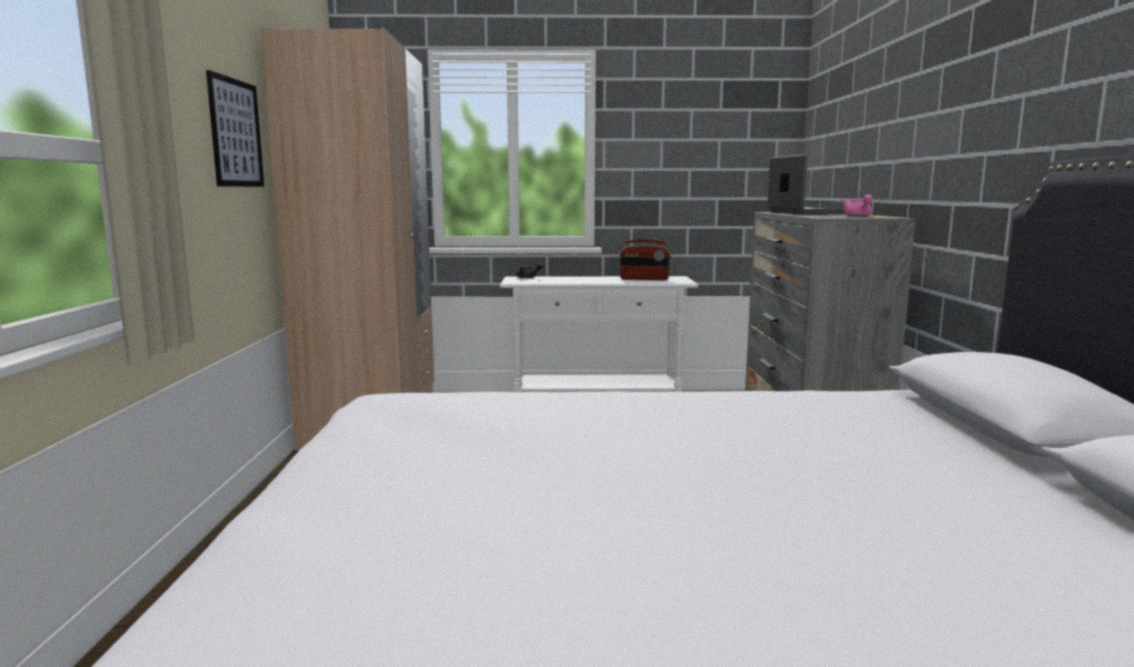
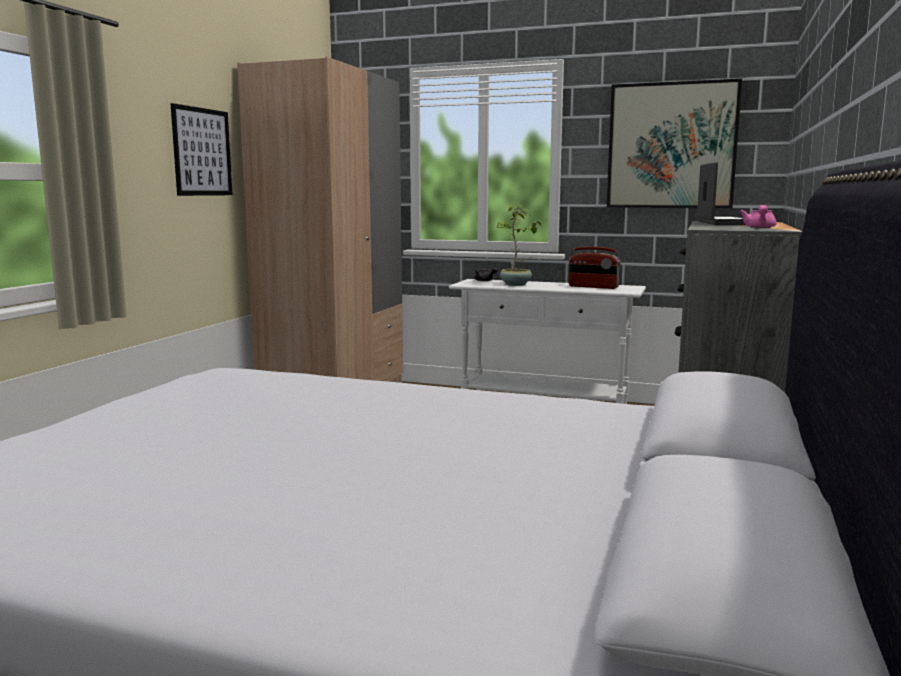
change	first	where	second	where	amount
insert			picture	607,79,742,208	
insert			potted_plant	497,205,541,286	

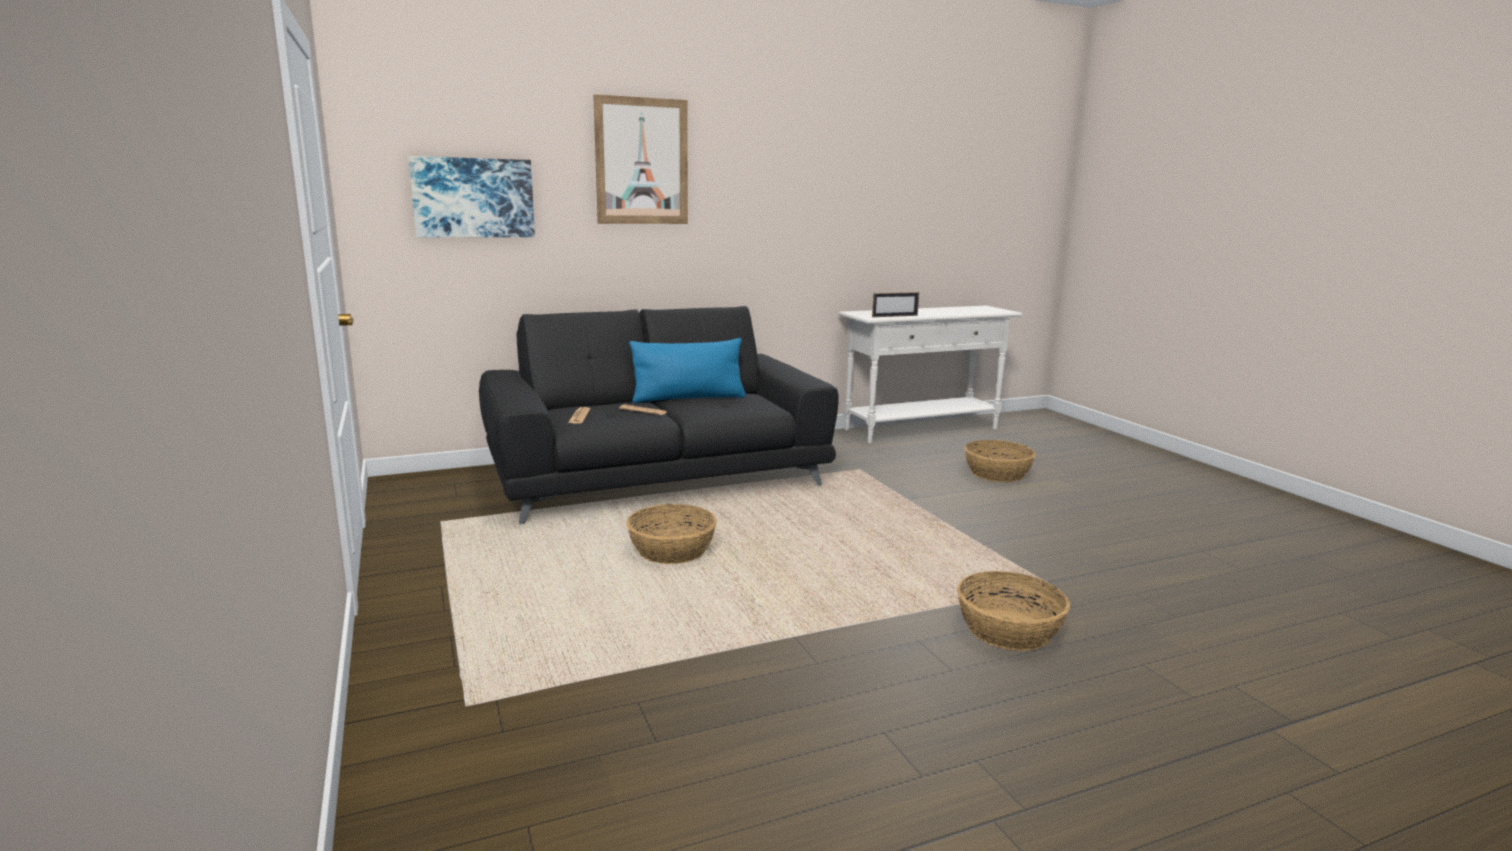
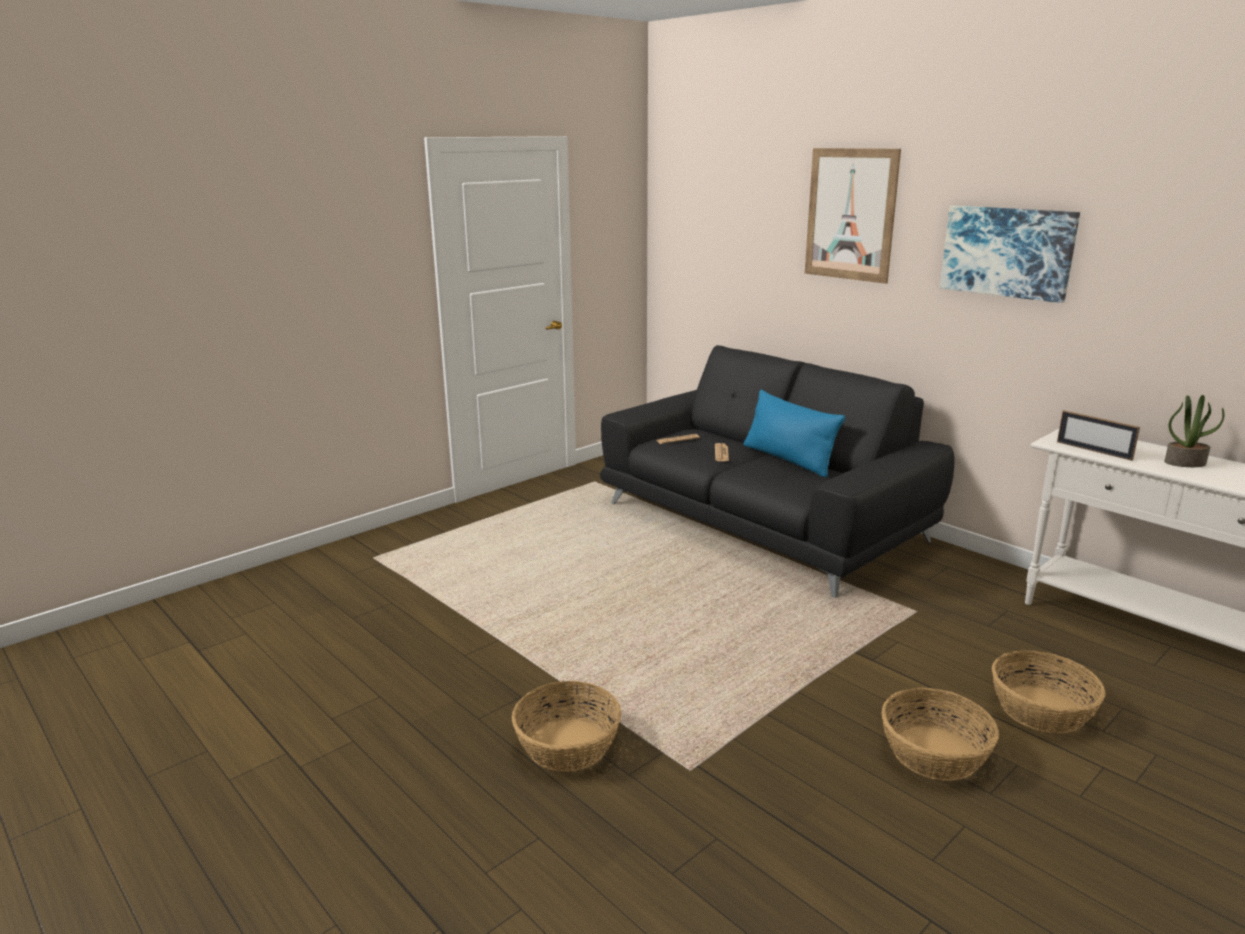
change	first	where	second	where	amount
move	picture	409,156,535,238		940,205,1080,303	
move	basket	627,504,717,564		881,688,999,781	
insert			potted_plant	1164,395,1224,467	

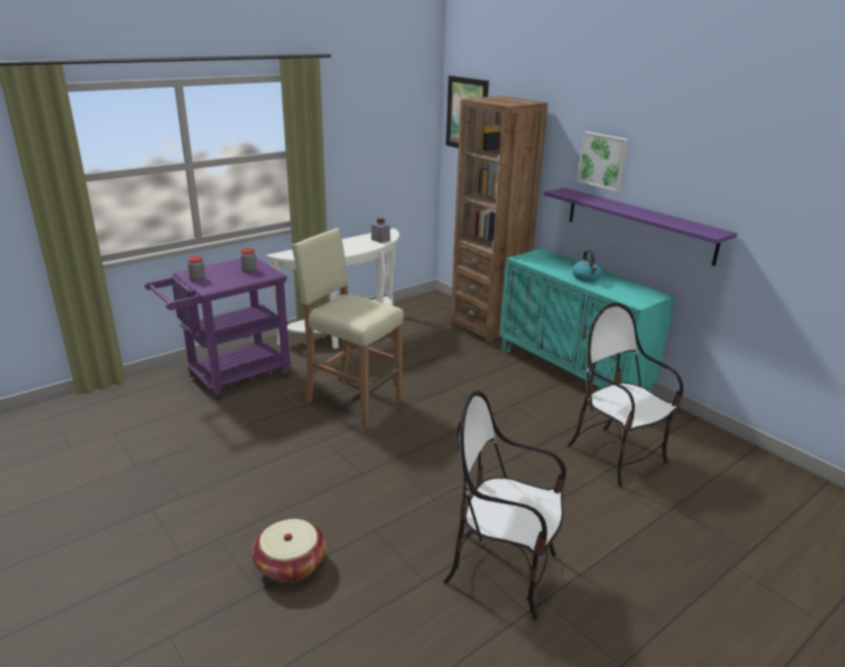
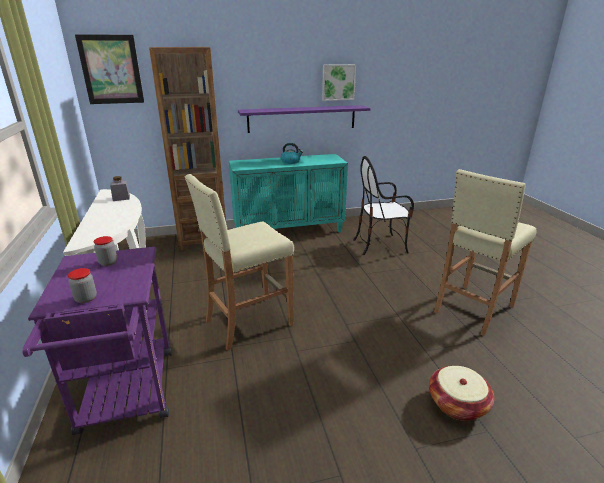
change	first	where	second	where	amount
move	picture	577,132,629,191		322,64,356,101	
replace	chair	443,391,566,620	beige_stool	434,169,537,336	

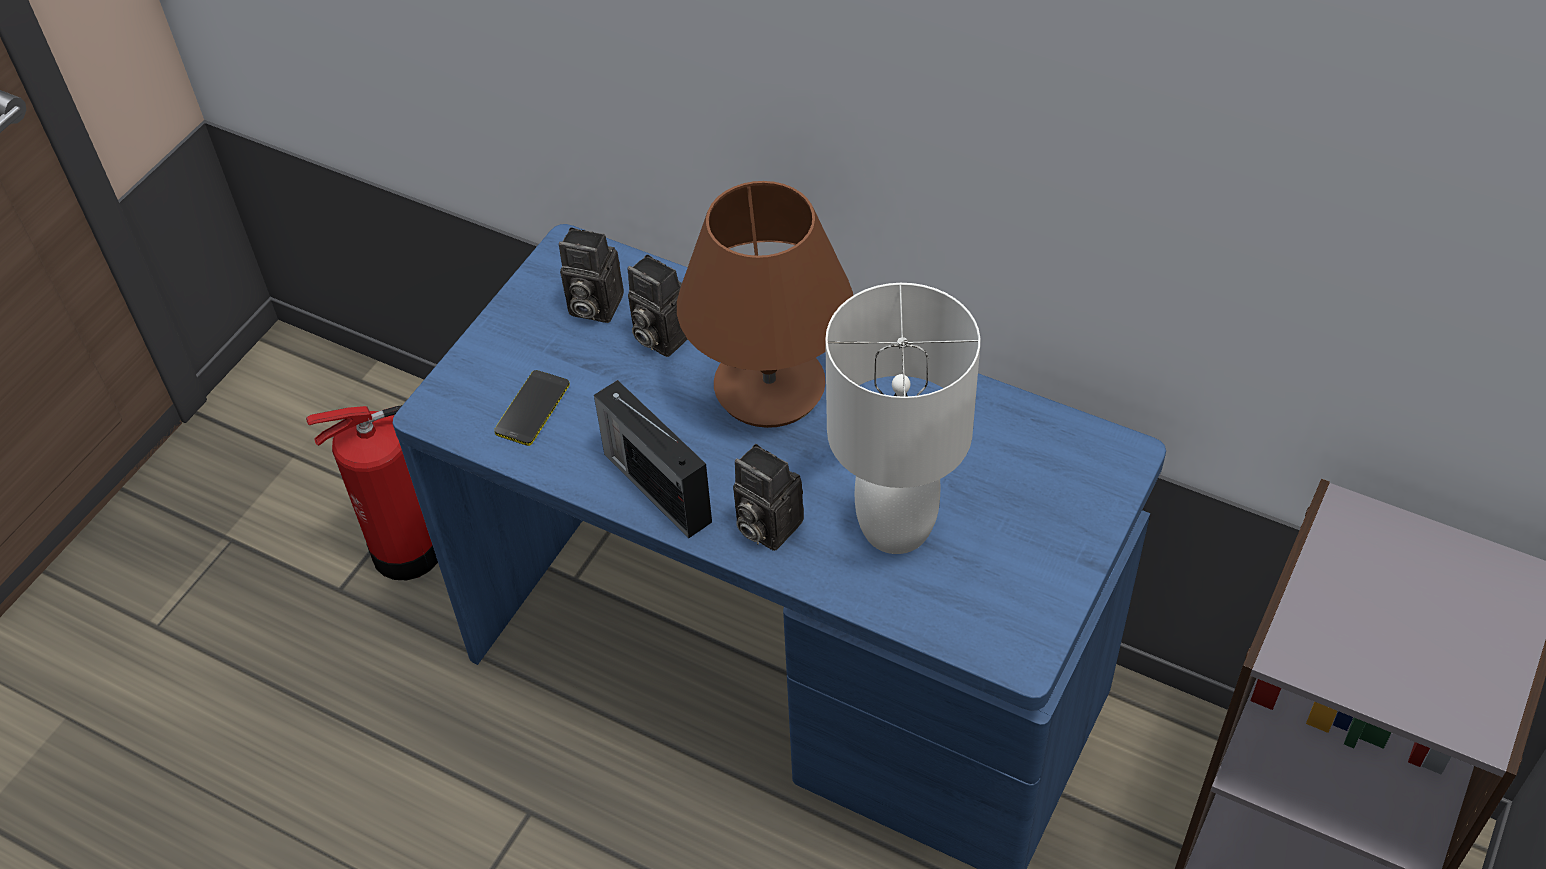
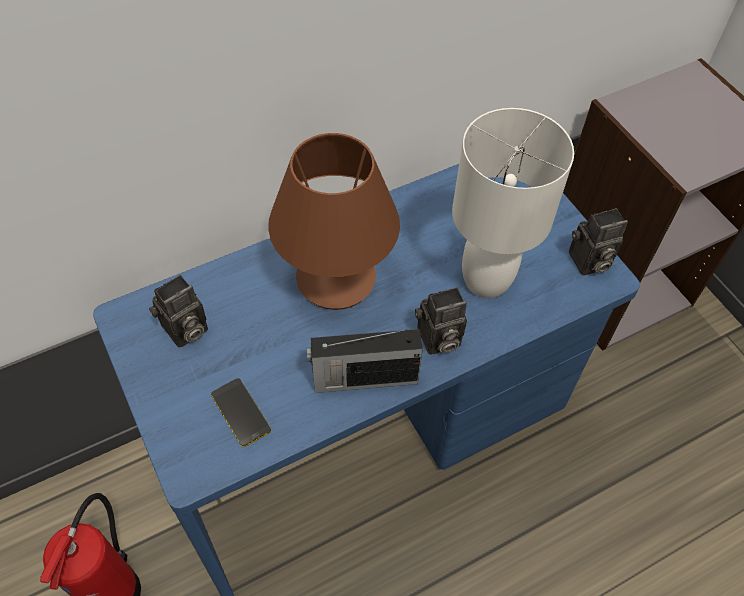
change	first	where	second	where	amount
move	photo_camera	627,254,688,357		569,208,628,275	

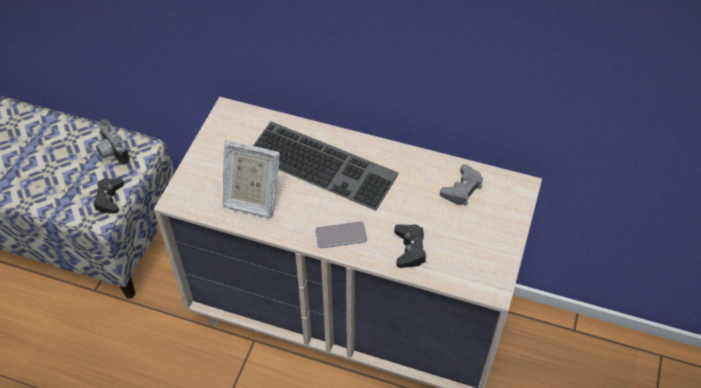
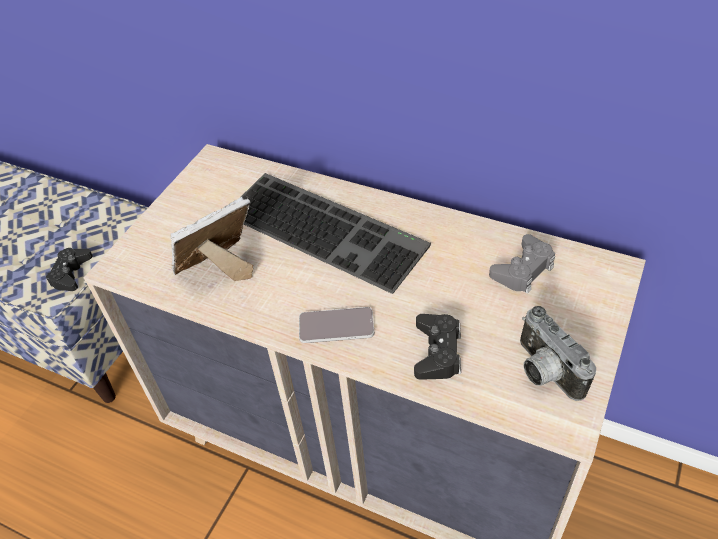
change	first	where	second	where	amount
move	photo_camera	96,119,130,165		520,306,596,401	
rotate	picture_frame	223,140,280,218		170,197,253,281	120 degrees clockwise

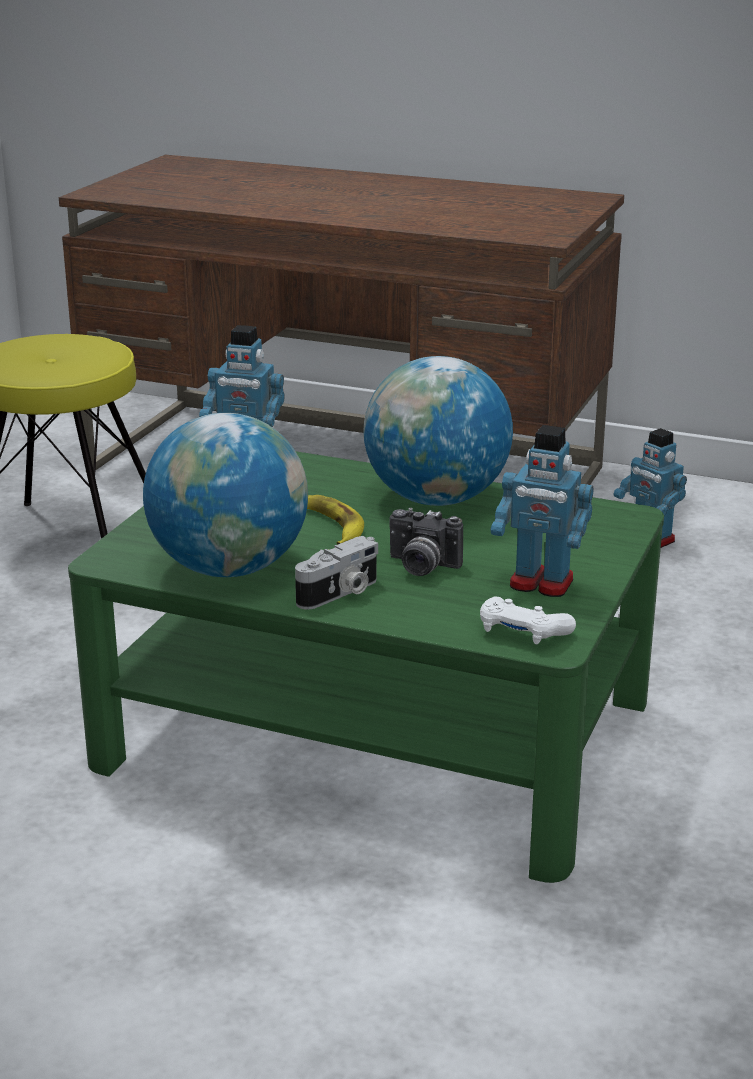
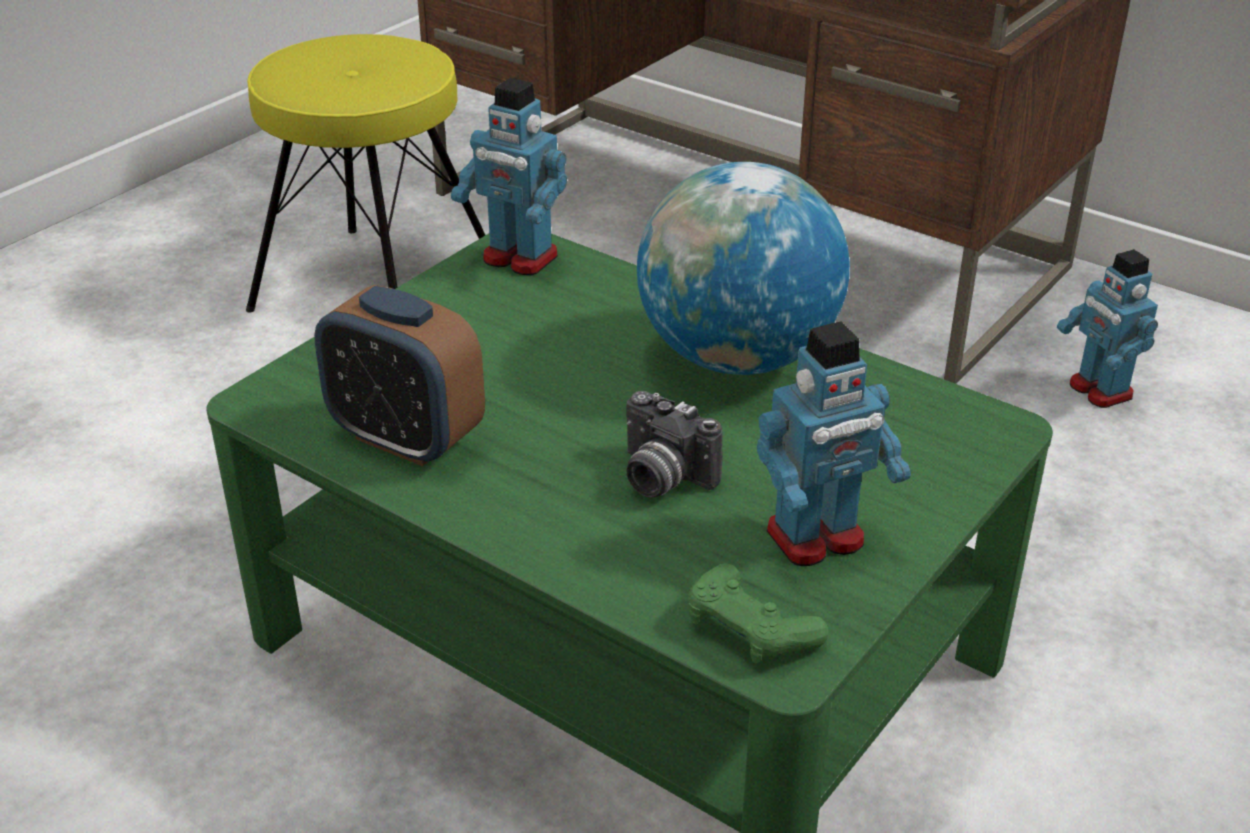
change	first	where	second	where	amount
replace	globe	143,413,308,577	alarm_clock	314,285,485,466	
rotate	toy_robot	491,425,594,597		757,322,911,566	60 degrees counterclockwise
delete	banana	307,495,364,545			
delete	photo_camera	295,536,378,610			
recolor	white_game_controller	480,596,576,644	green_game_controller	688,563,829,664	

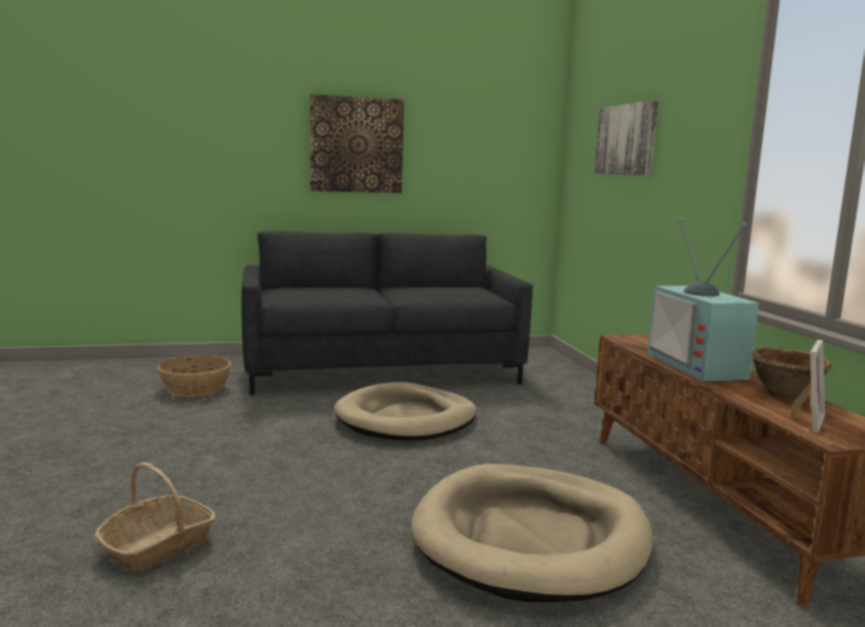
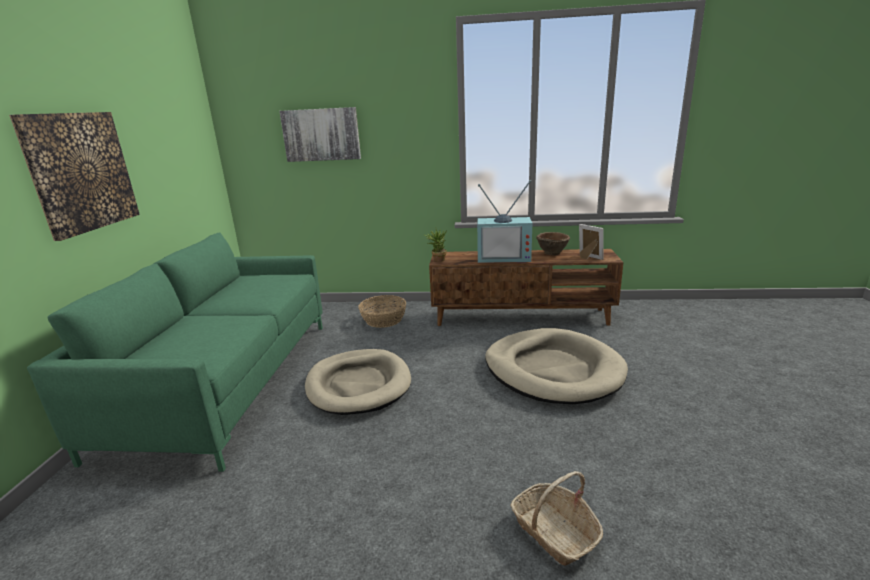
change	first	where	second	where	amount
recolor	grey_sofa	241,231,533,395	green_sofa	27,233,323,472	
move	basket	157,355,231,397		358,295,407,328	
insert			potted_plant	423,229,447,262	

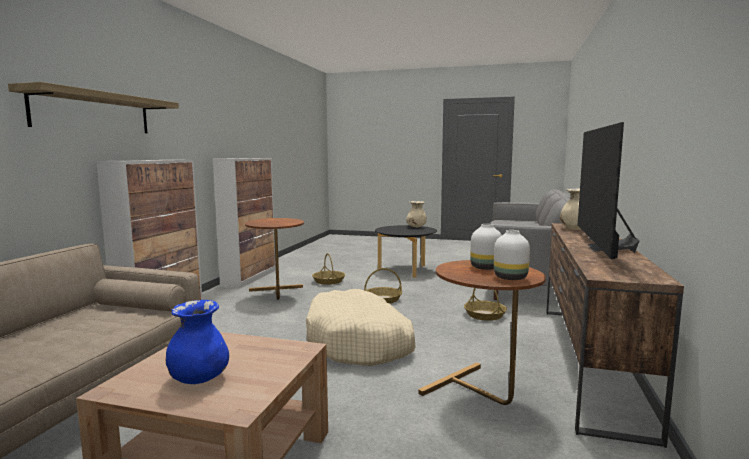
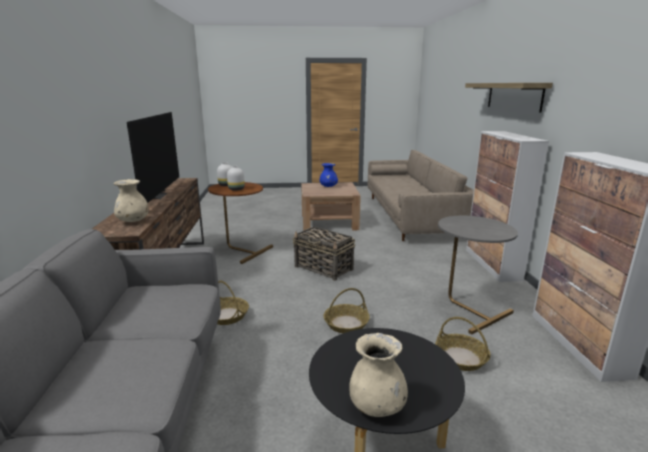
change	first	where	second	where	amount
recolor	brown_side_table	245,218,304,300	grey_side_table	438,216,518,334	
replace	beige_dog_bed	306,289,416,366	basket	292,227,355,281	

